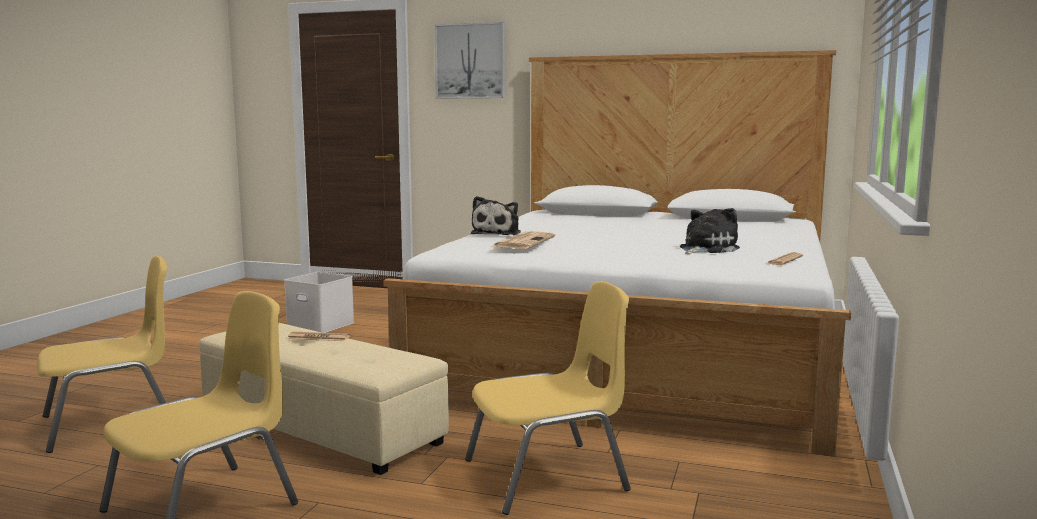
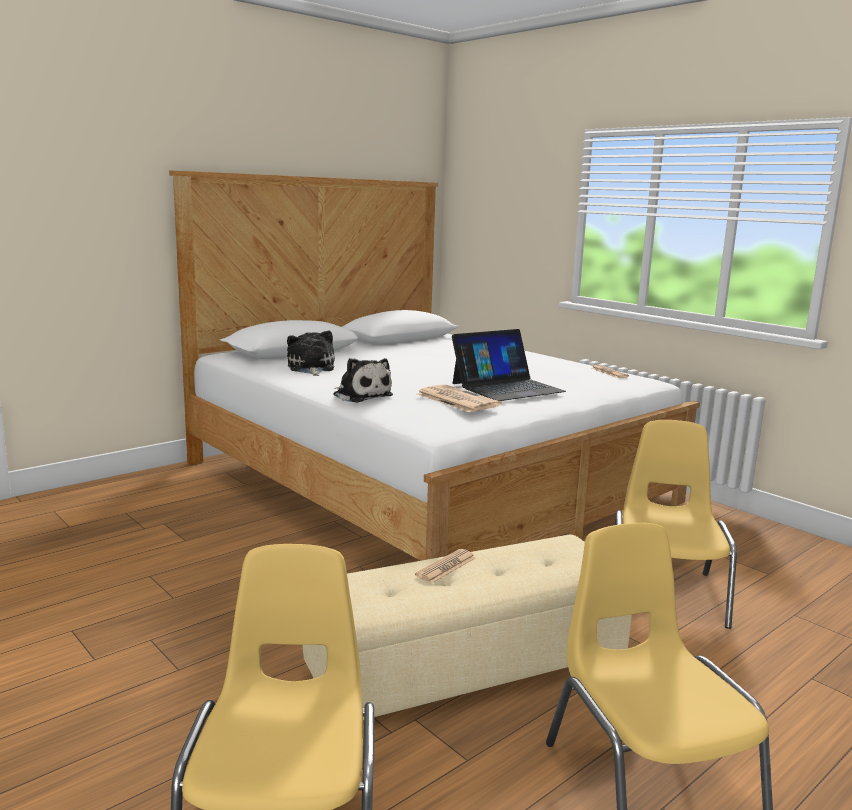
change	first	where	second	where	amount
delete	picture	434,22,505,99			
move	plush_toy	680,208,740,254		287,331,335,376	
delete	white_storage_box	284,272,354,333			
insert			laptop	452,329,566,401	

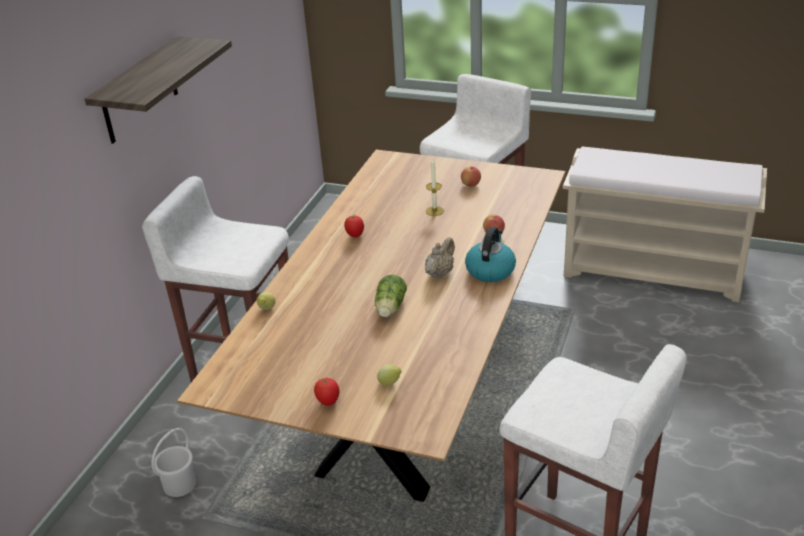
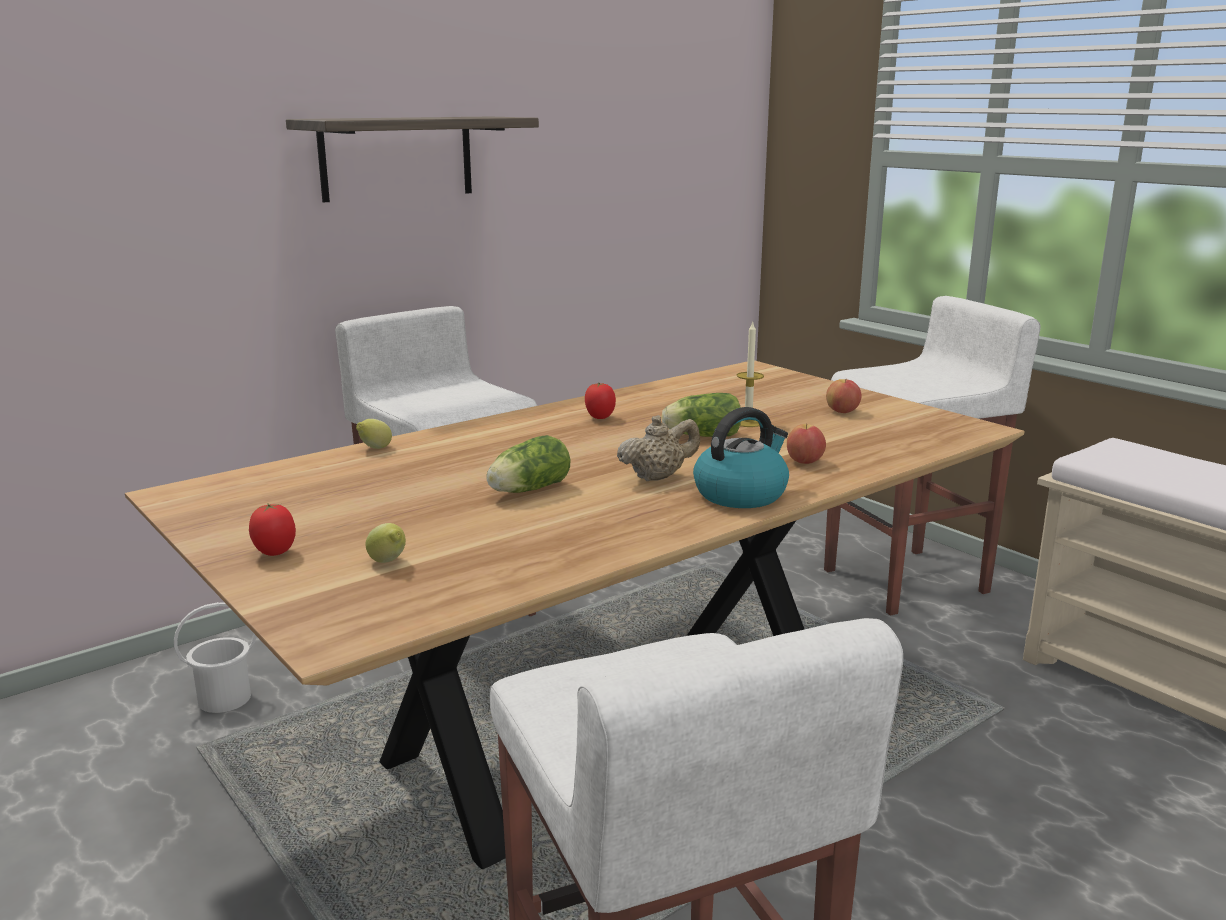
change	first	where	second	where	amount
insert			lettuce	661,393,741,437	

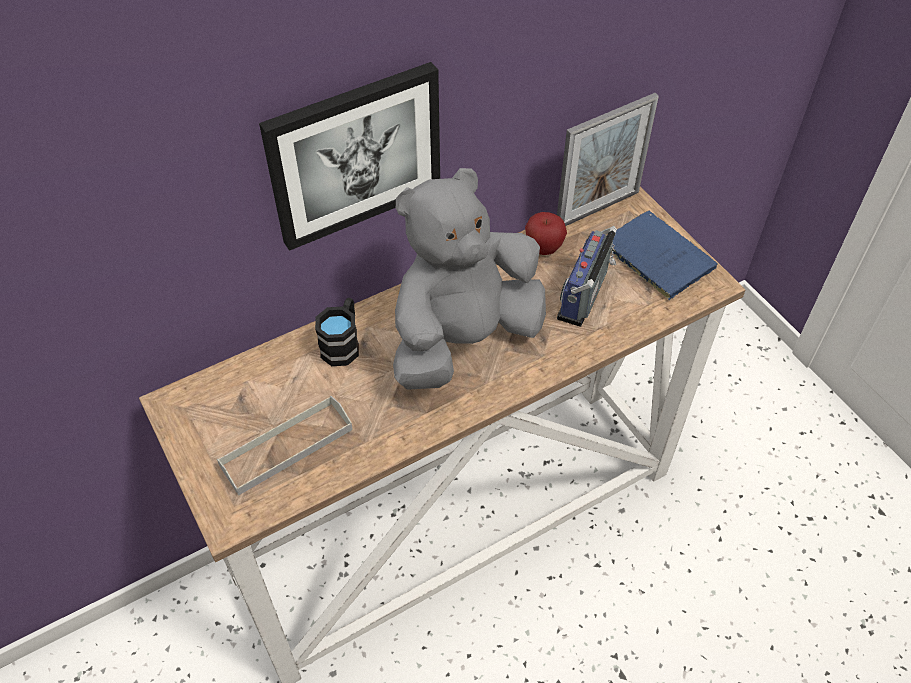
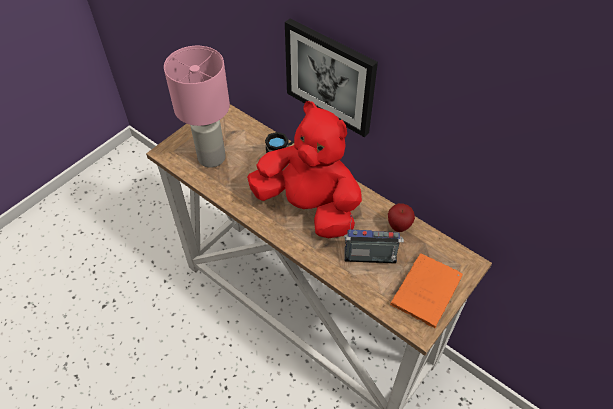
change	first	where	second	where	amount
delete	picture_frame	557,93,659,226			
recolor	grey_plush_toy	393,168,546,390	red_plush_toy	247,101,362,238	
recolor	blue_book	611,211,718,300	orange_book	390,253,463,328	
replace	grey_tray	217,396,353,496	pink_table_lamp	164,46,230,168	

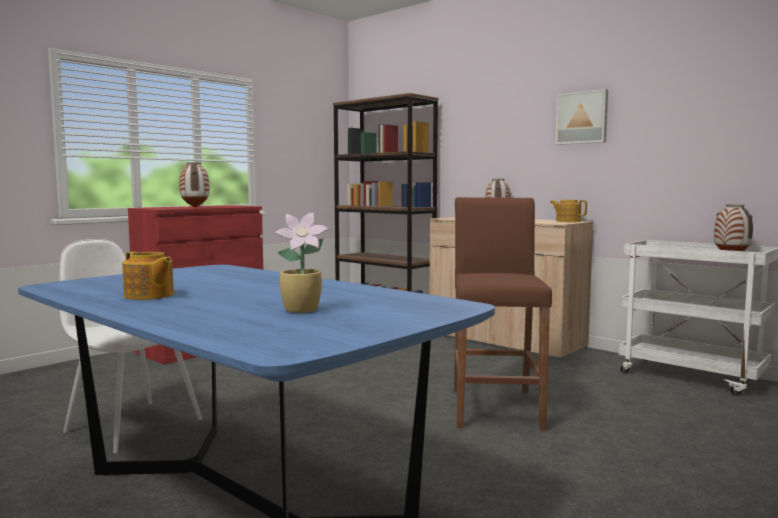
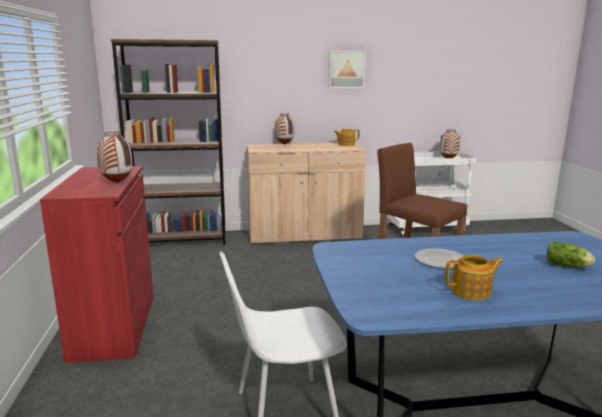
change	first	where	second	where	amount
replace	potted_plant	275,213,329,313	lettuce	547,241,595,268	
insert			plate	415,248,463,268	

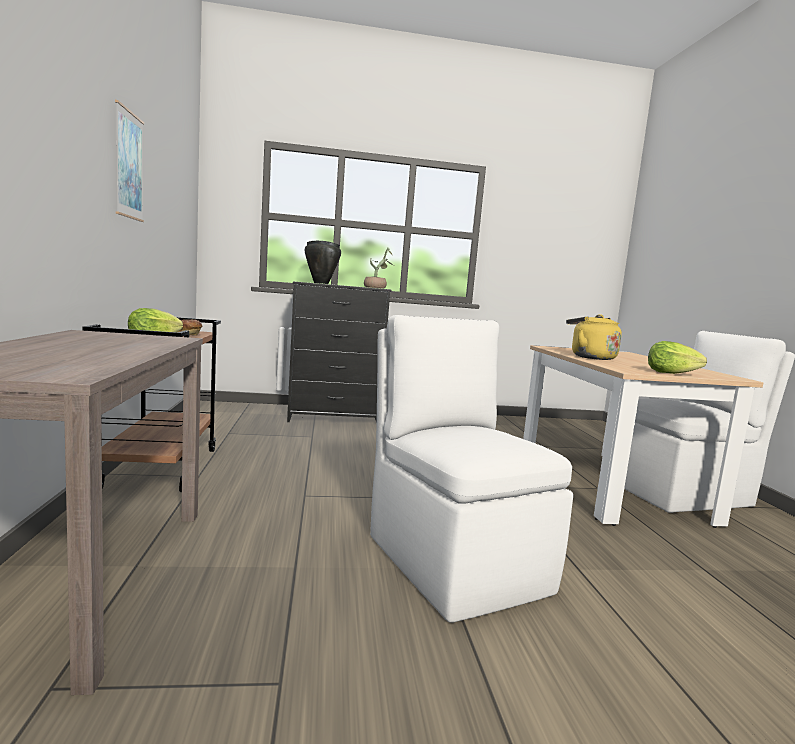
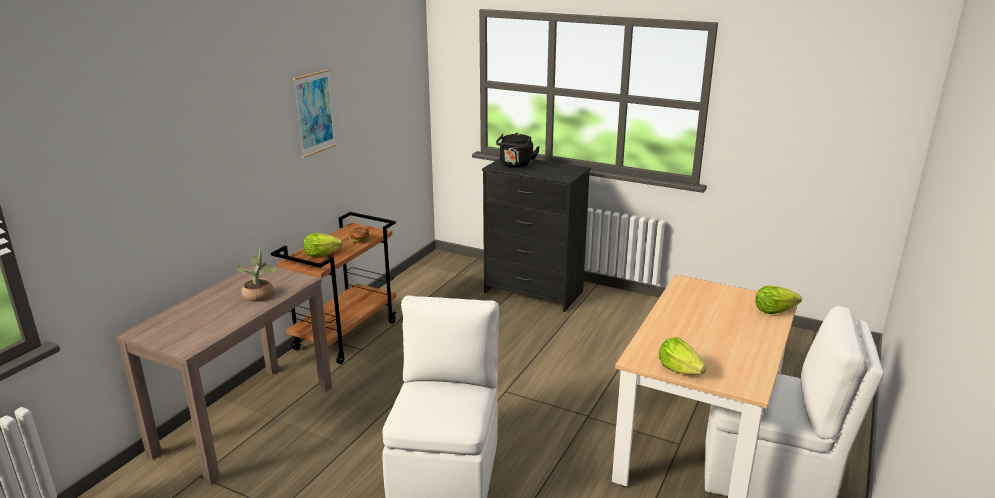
change	first	where	second	where	amount
replace	black_cooking_pot	305,241,341,284	black_kettle	496,133,540,168	
move	potted_plant	364,247,394,289		237,249,276,302	
delete	yellow_kettle	566,314,622,360			
insert			lettuce	755,286,802,314	

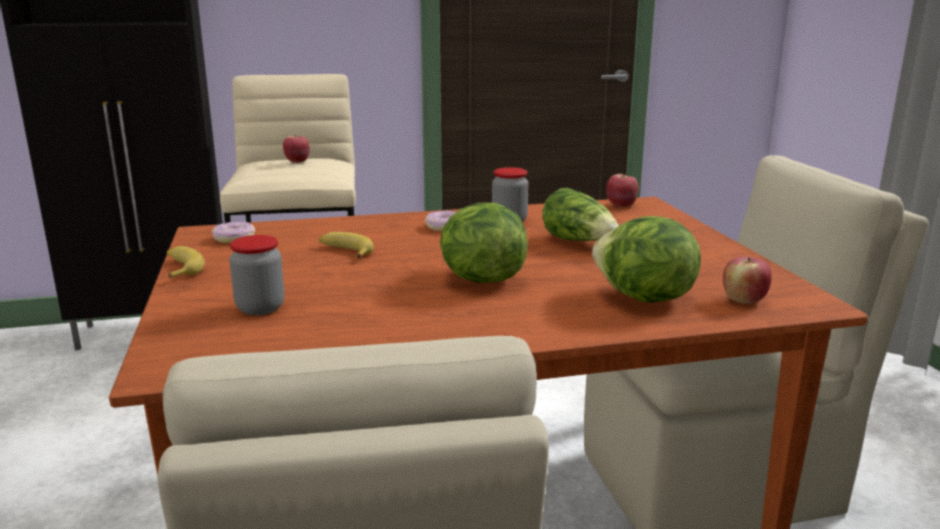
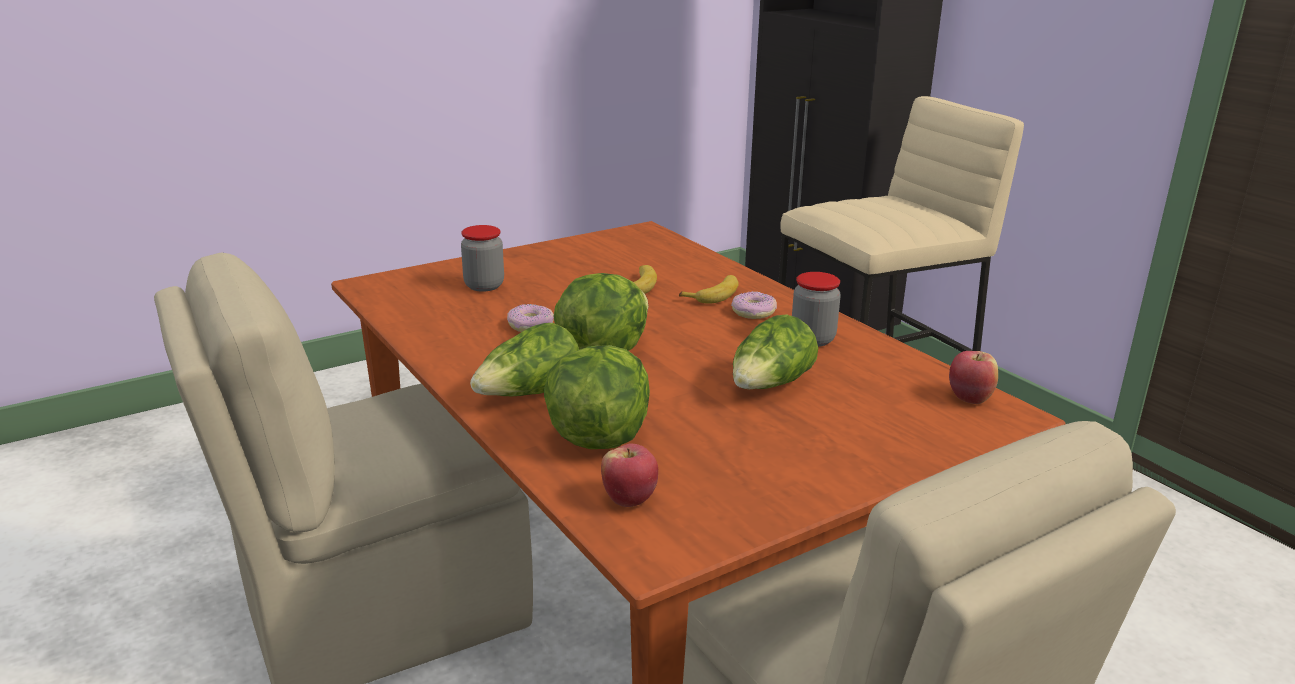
change	first	where	second	where	amount
delete	apple	283,135,310,163			
move	donut	212,222,255,243		507,304,554,332	
move	banana	167,246,205,278		679,275,739,304	
insert			lettuce	470,323,579,396	

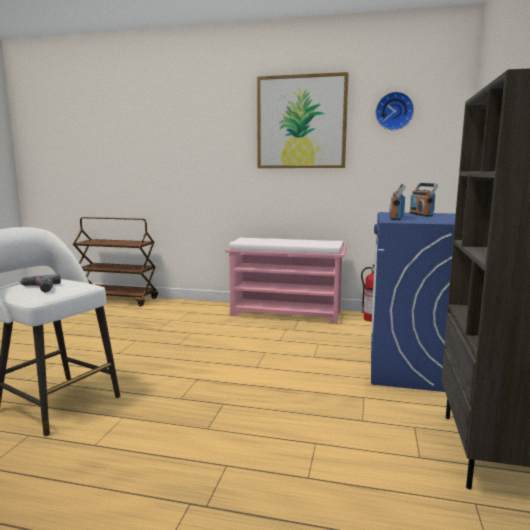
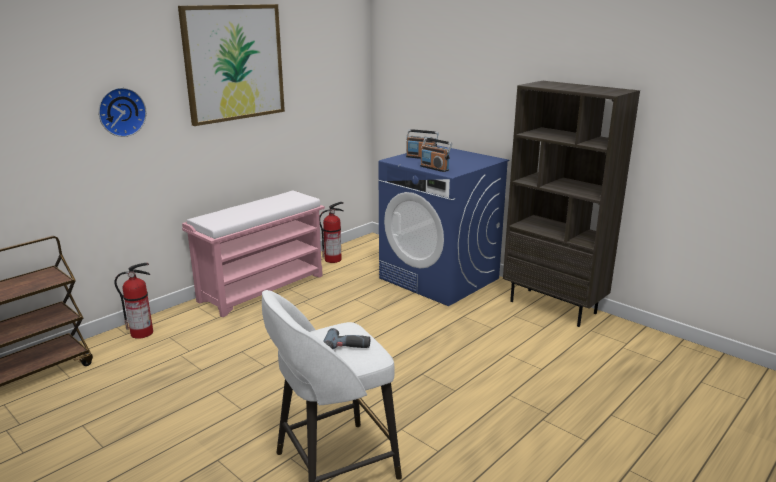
change	first	where	second	where	amount
move	wall_clock	375,92,414,130		98,88,147,137	
insert			fire_extinguisher	114,263,153,339	

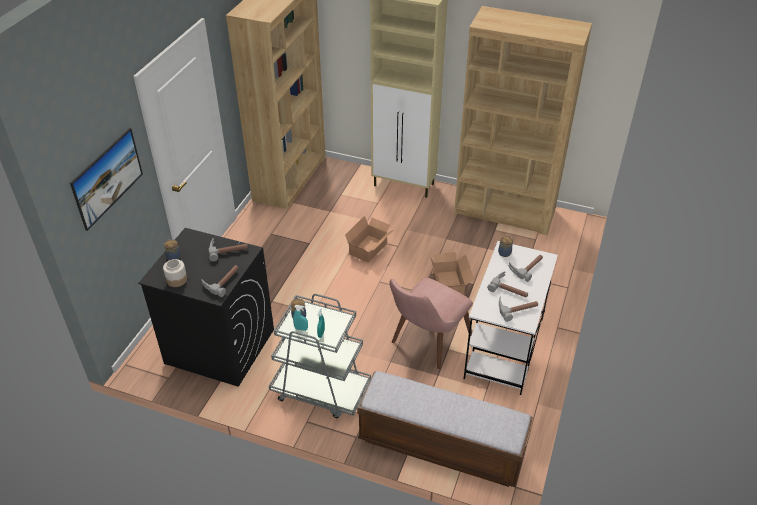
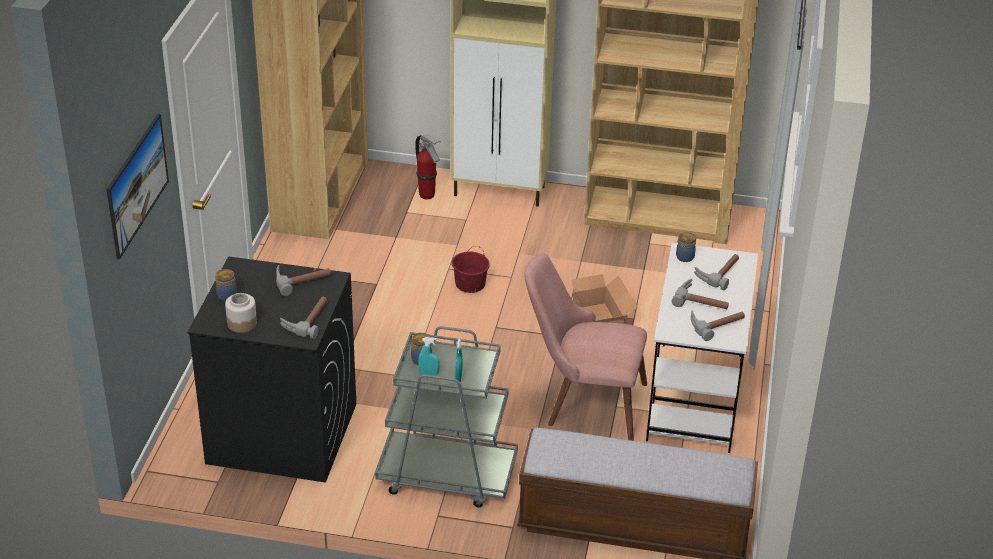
change	first	where	second	where	amount
replace	cardboard_box	345,216,394,263	red_bucket	452,246,490,293	
rotate	pink_chair	389,277,473,369		524,253,647,441	75 degrees clockwise
insert			fire_extinguisher	415,134,441,199	

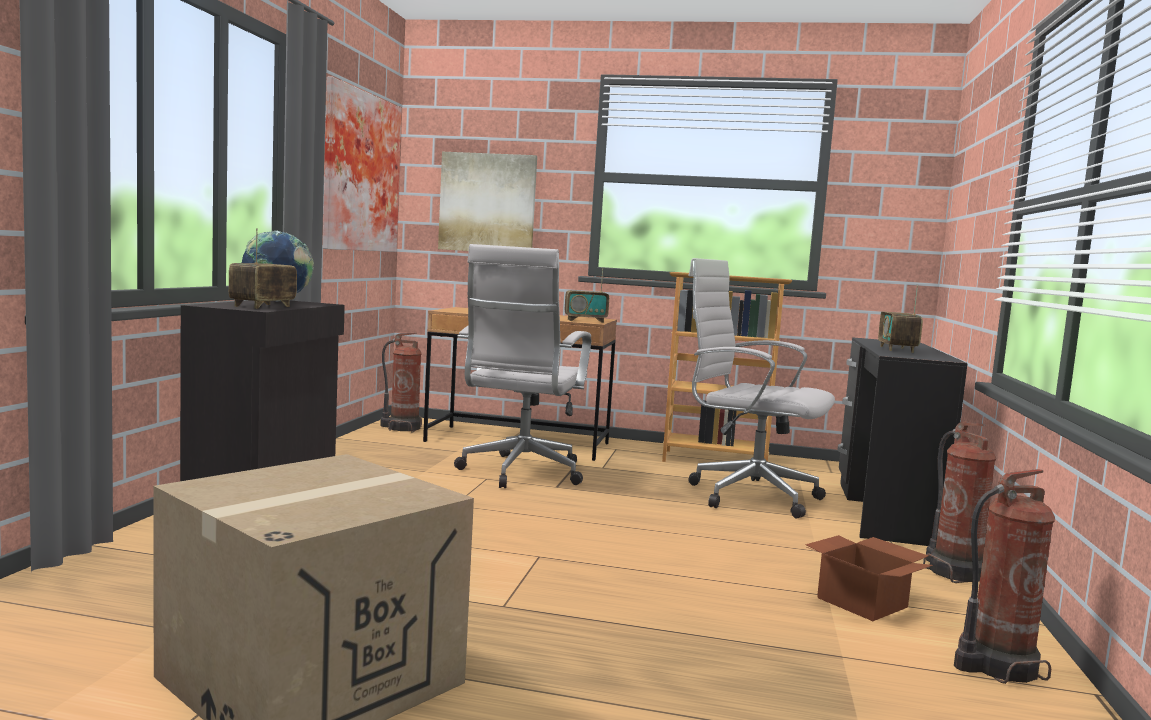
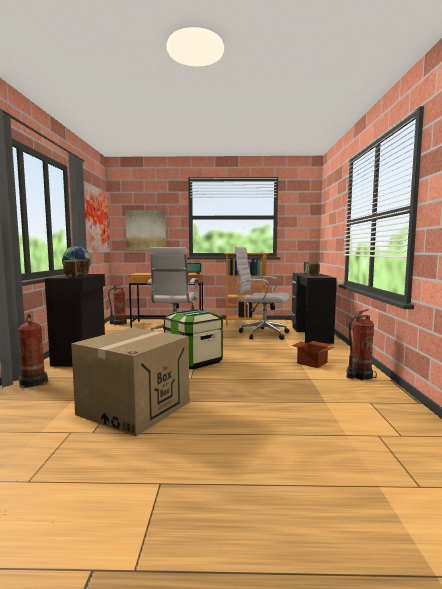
change	first	where	second	where	amount
move	fire_extinguisher	923,422,996,583		18,313,48,388	
insert			storage_box	164,309,223,369	

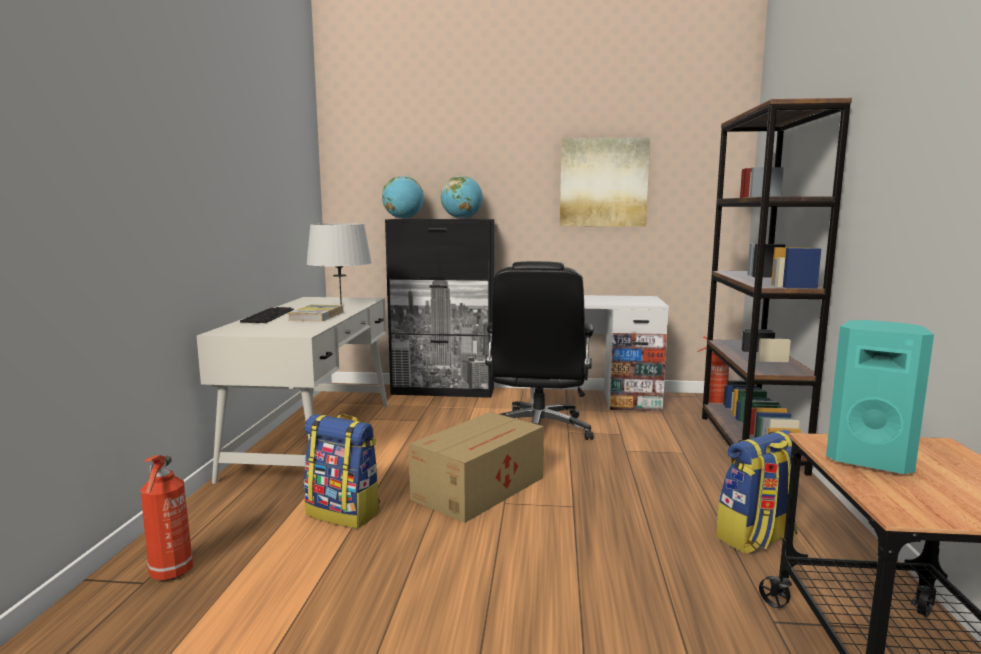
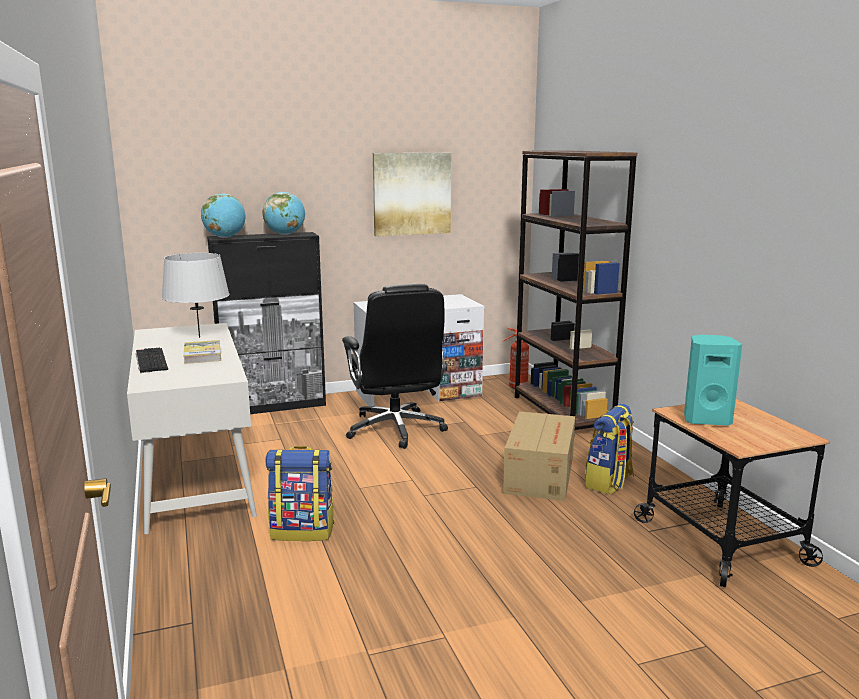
change	first	where	second	where	amount
move	cardboard_box	409,412,544,523		503,411,575,501	
delete	fire_extinguisher	140,455,193,581			

